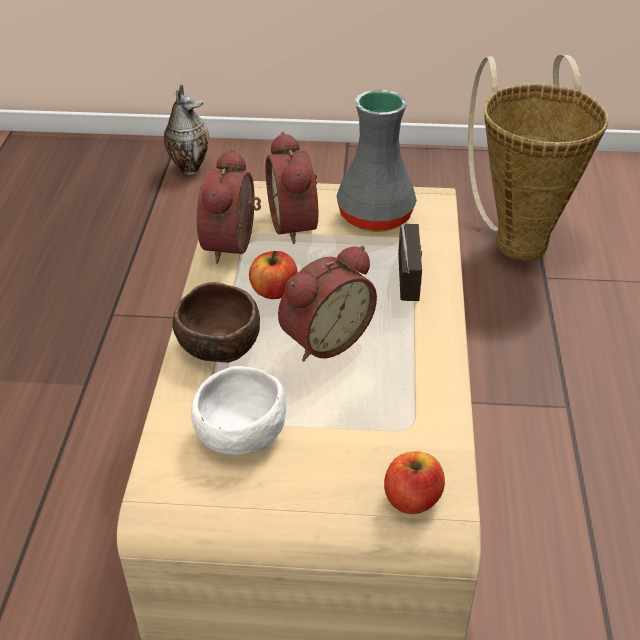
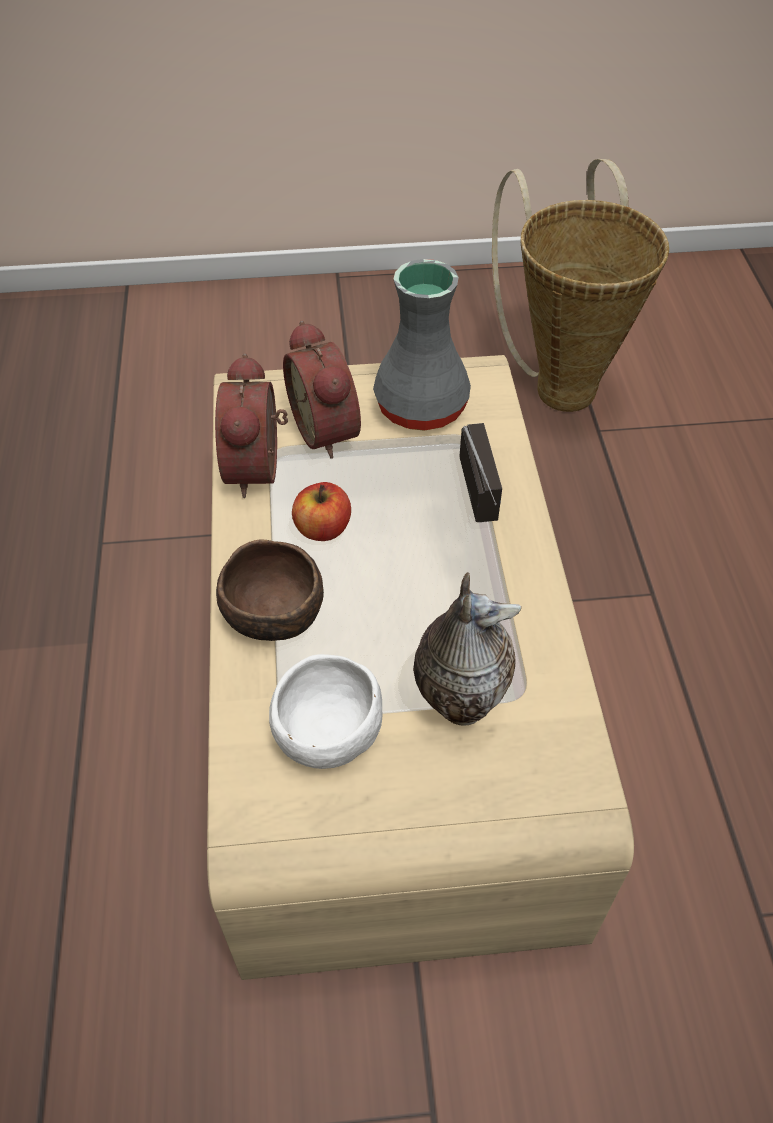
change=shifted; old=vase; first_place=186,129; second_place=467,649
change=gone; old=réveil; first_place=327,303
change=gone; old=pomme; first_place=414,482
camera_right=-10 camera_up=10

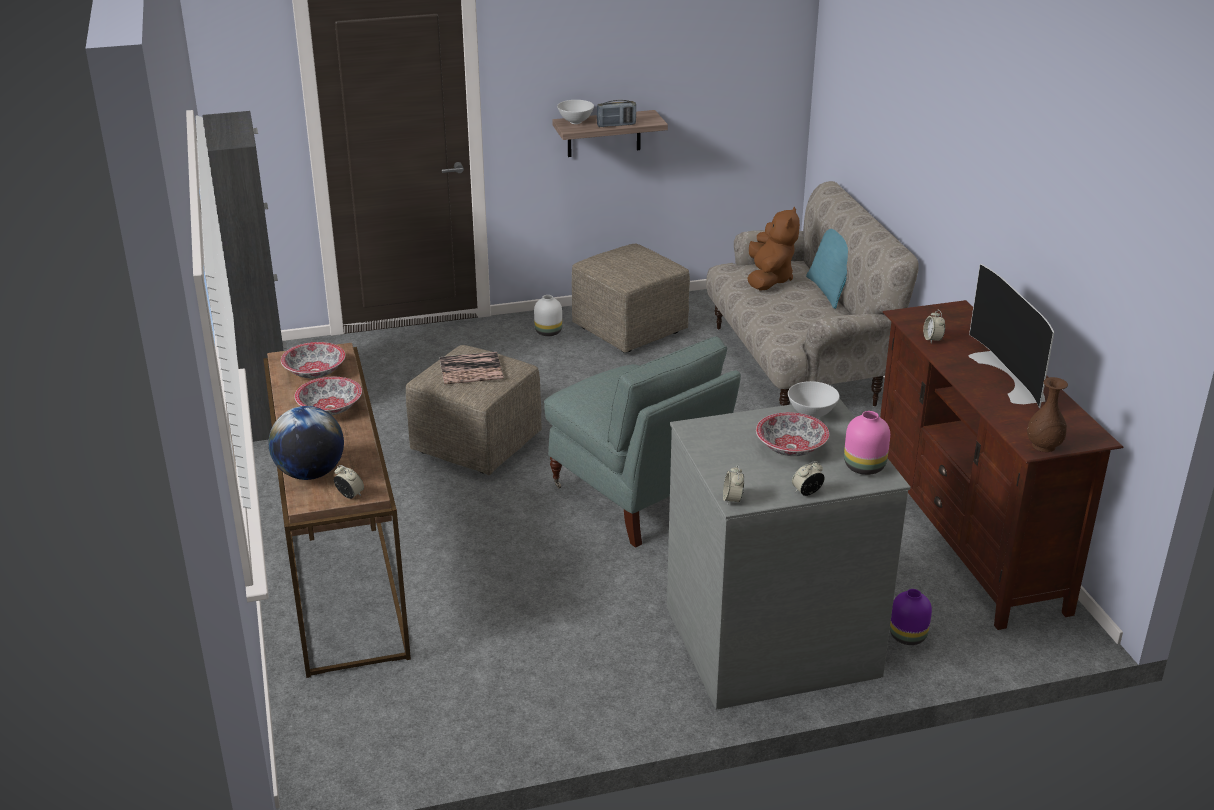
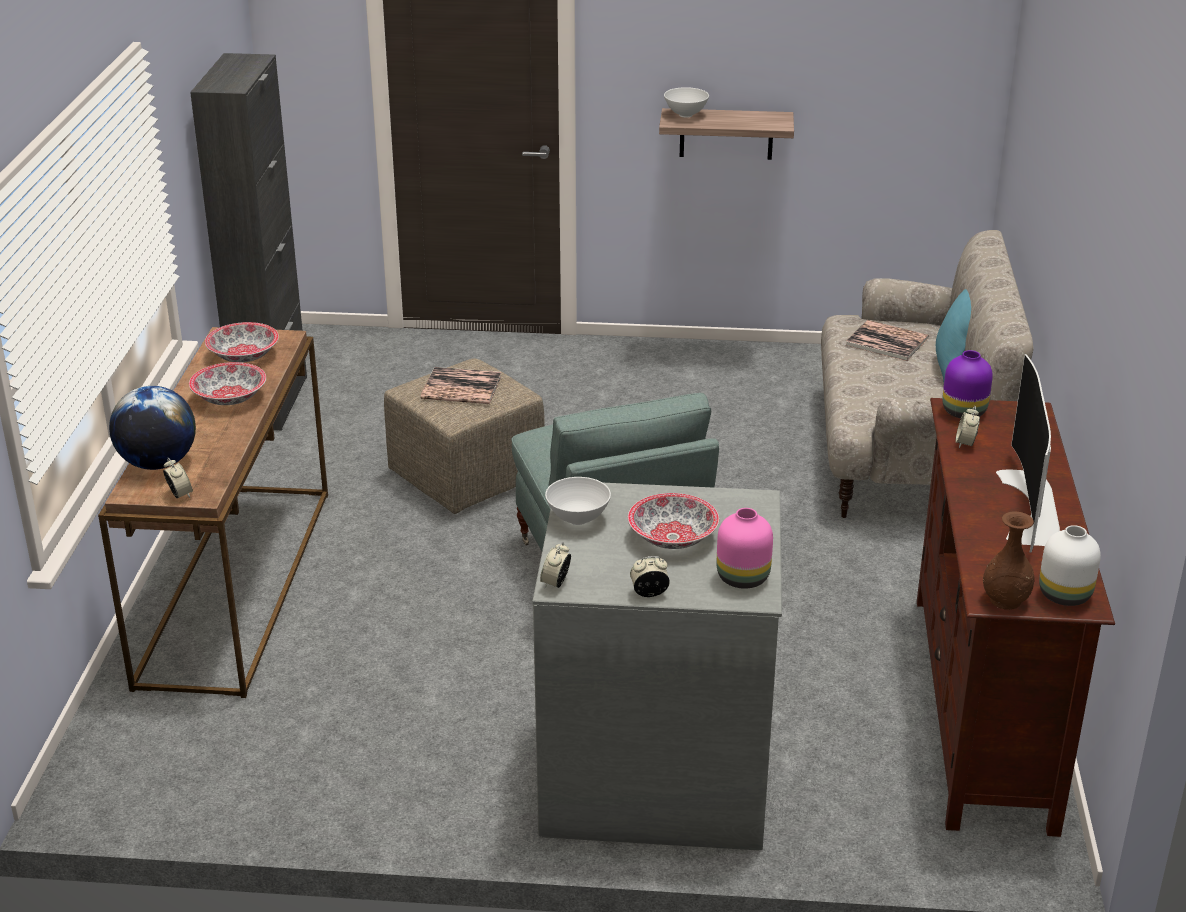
change=gone; old=radio; first_place=616,113
change=swapped; old=peluche [marron]; new=livre; first_place=773,249; second_place=887,340
change=gone; old=pouf [beige]; first_place=631,298
change=shifted; old=vase [blanc]; first_place=548,315; second_place=1070,565
change=shifted; old=bol [blanc]; first_place=814,399; second_place=578,501
change=shifted; old=vase [violet]; first_place=911,617; second_place=967,384
camera_right=20 camera_up=0

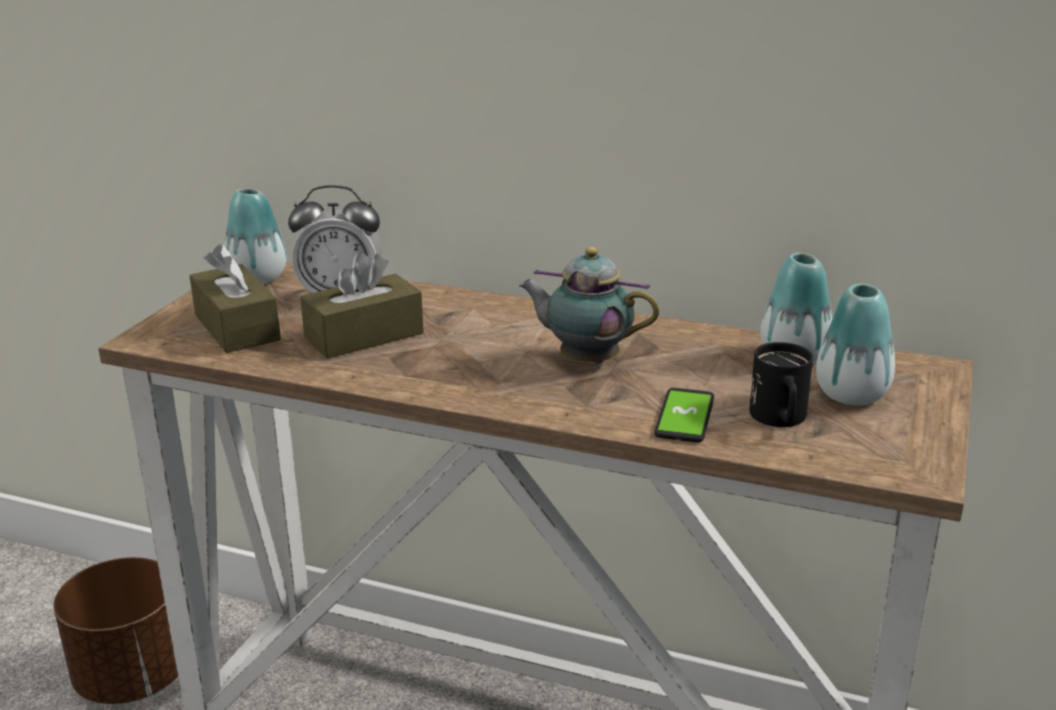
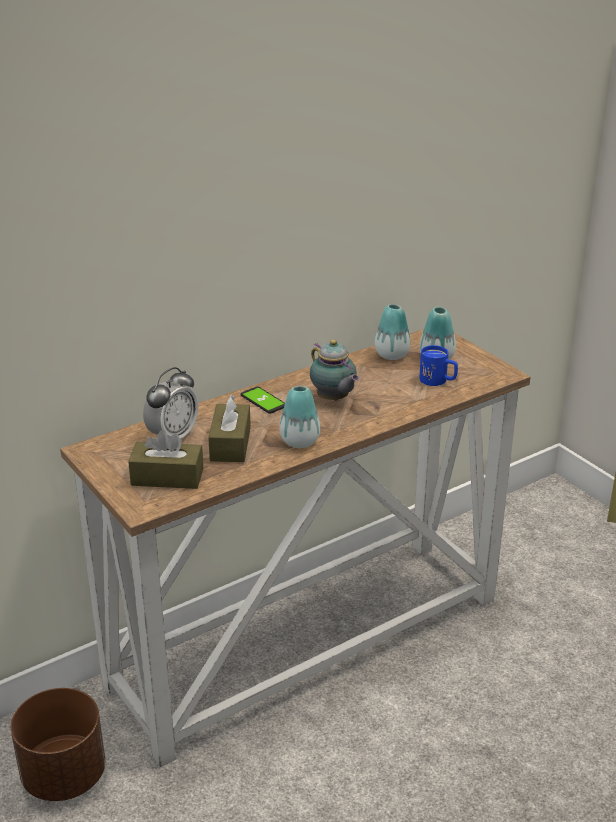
change=shifted; old=vase; first_place=255,236; second_place=299,417
change=rotated; old=théière; first_place=588,305; second_place=334,370; degrees=-90
change=repainted; old=mug [noir]; new=mug [bleu]; first_place=781,384; second_place=438,365
change=shifted; old=téléphone; first_place=684,415; second_place=262,400
camera_right=-55 camera_up=5

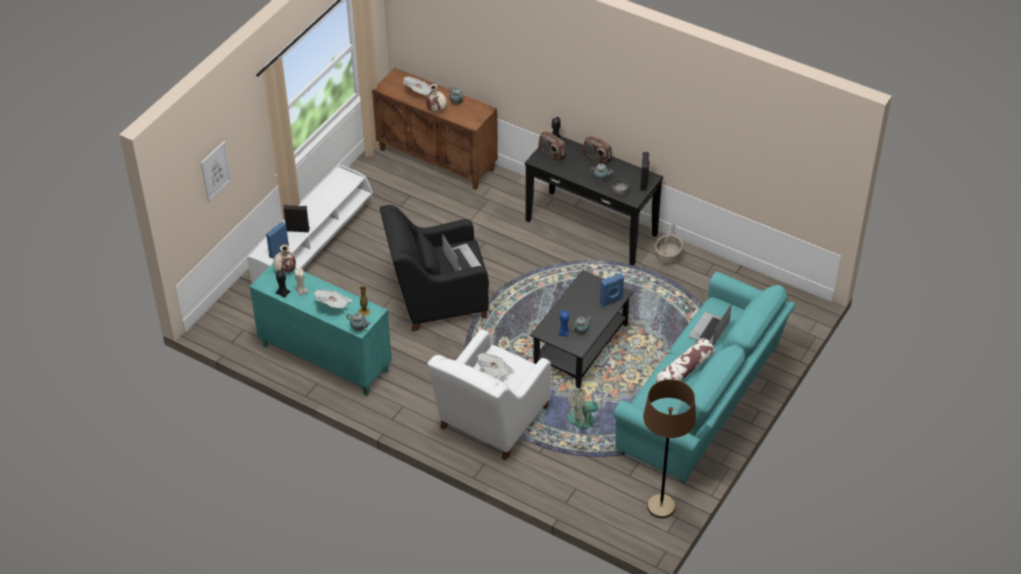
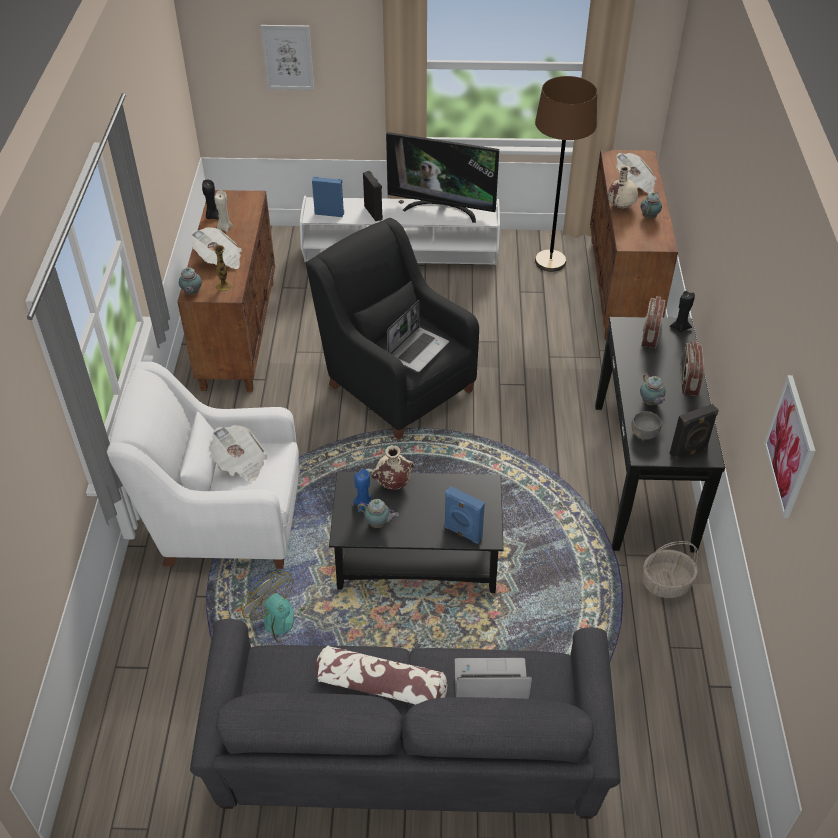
change=shifted; old=vase [beige]; first_place=284,259; second_place=393,467
change=repainted; old=meuble de rangement [turquoise]; new=meuble de rangement [marron]; first_place=321,329; second_place=226,291
change=repainted; old=canapé [turquoise]; new=canapé [gris]; first_place=704,378; second_place=405,719
change=shifted; old=lampadaire [marron]; first_place=669,448; second_place=566,174
change=new; new=téléviseur; second_place=442,177
change=new; new=tableau; second_place=790,446
camera_right=60 camera_up=0

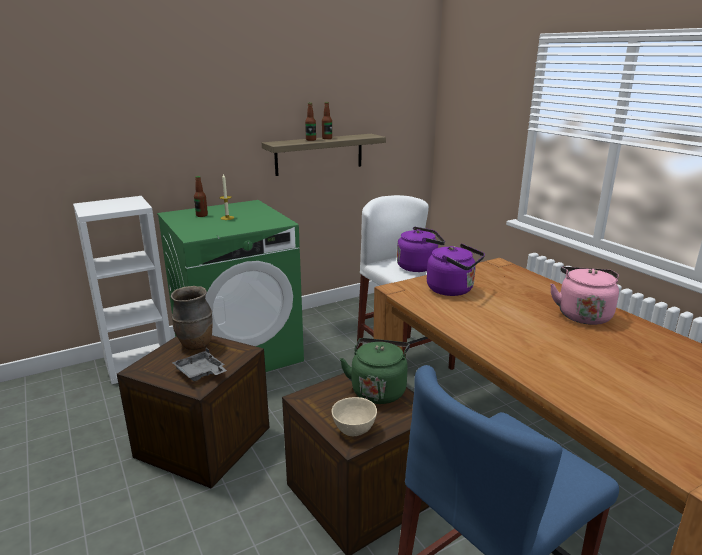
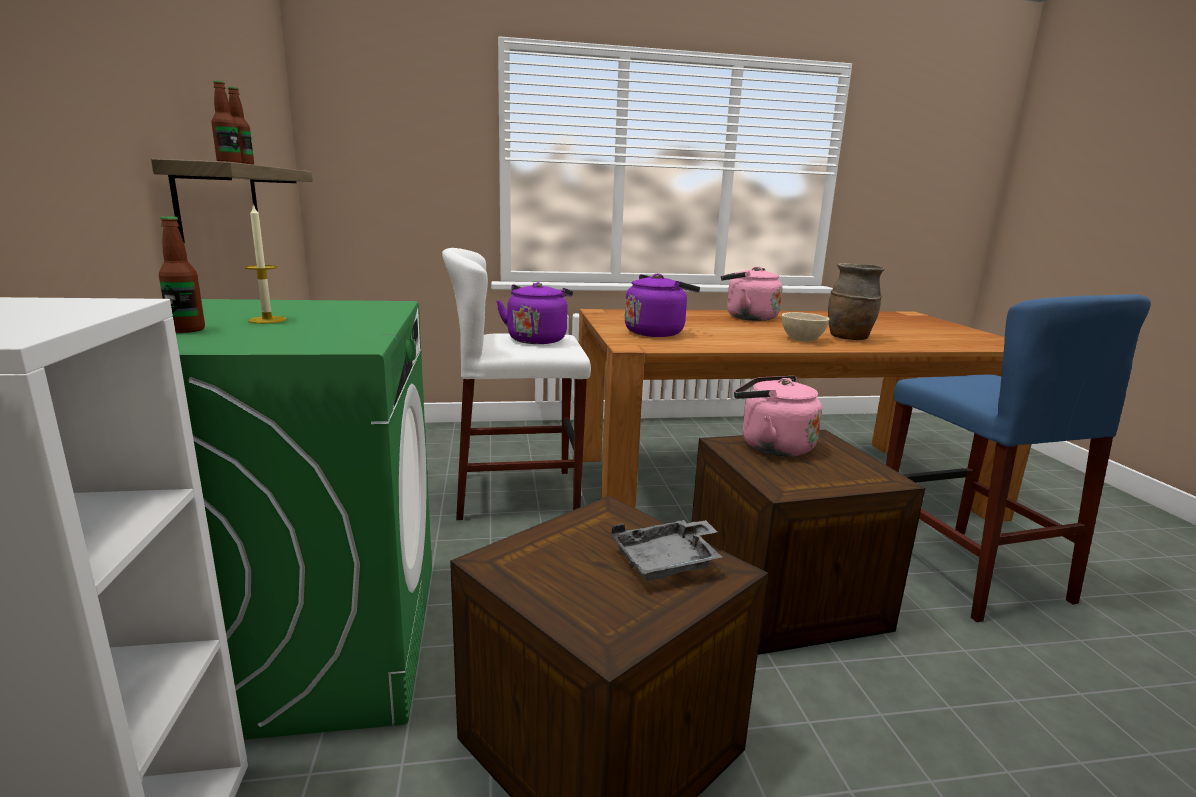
change=shifted; old=vase [marron]; first_place=192,318; second_place=856,301
change=repainted; old=bouilloire [vert]; new=bouilloire [rose]; first_place=375,371; second_place=778,416
change=shifted; old=bol [beige]; first_place=354,416; second_place=805,327
camera_right=-70 camera_up=-5

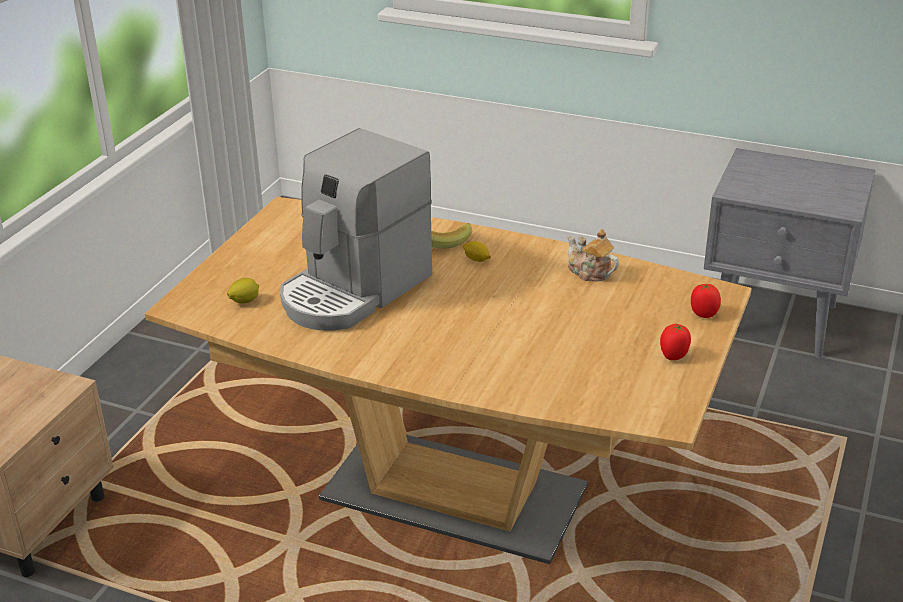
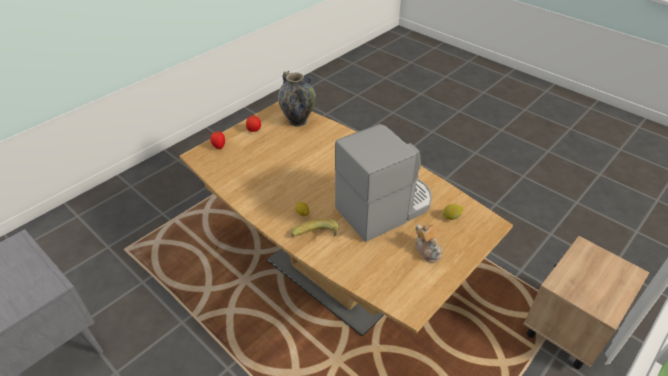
change=shifted; old=théière; first_place=593,255; second_place=429,244
change=new; new=vase; second_place=297,99
camera_right=-160 camera_up=10

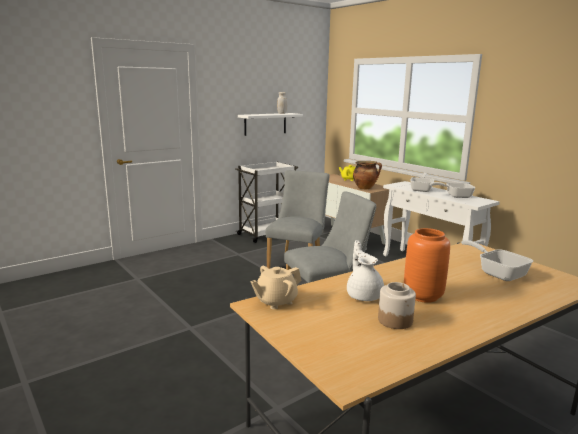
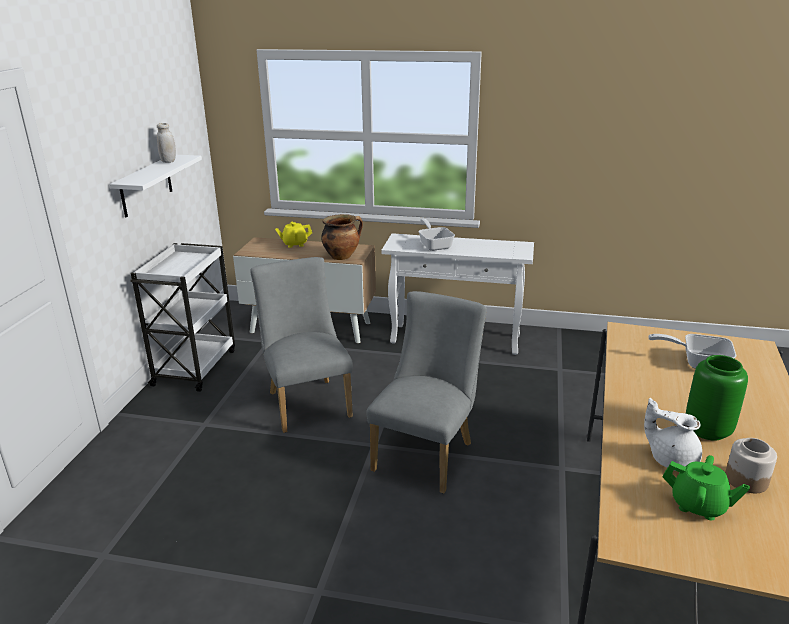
change=gone; old=poêle; first_place=453,190
change=repainted; old=vase [orange]; new=vase [vert]; first_place=427,265; second_place=717,398
change=gone; old=théière [beige]; first_place=276,287
change=new; new=théière [vert]; second_place=706,488
camera_right=-40 camera_up=10

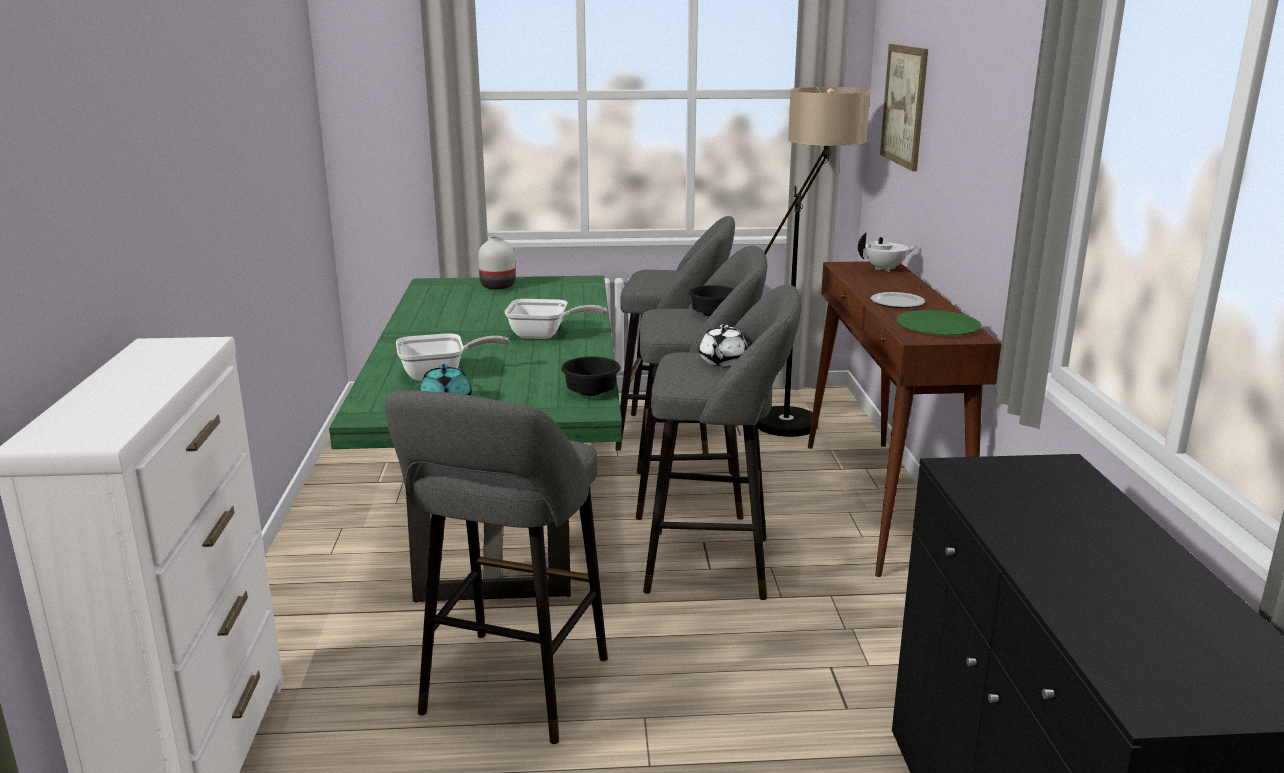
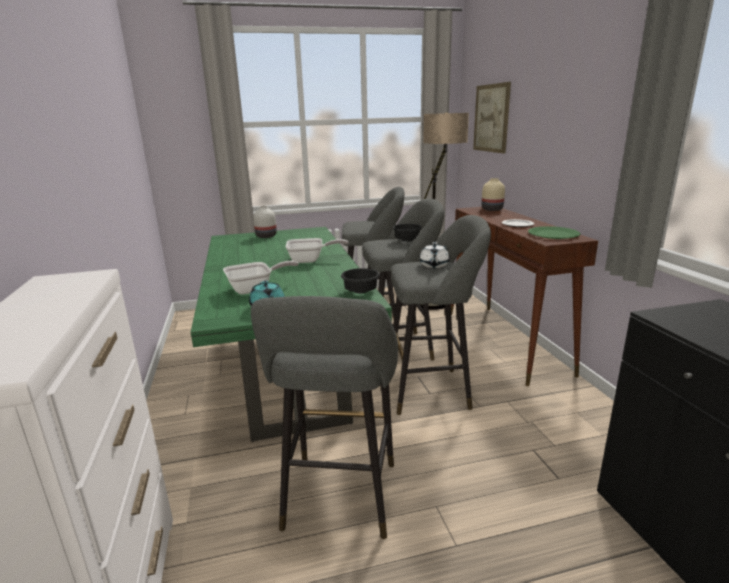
change=swapped; old=théière [blanc]; new=vase [beige]; first_place=888,252; second_place=493,194
camera_right=-10 camera_up=0

